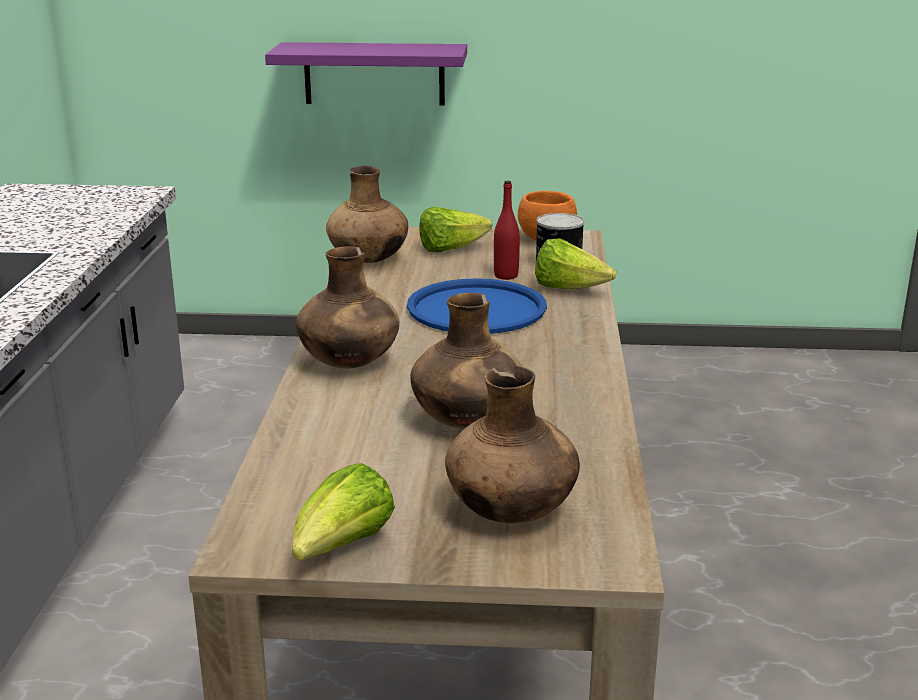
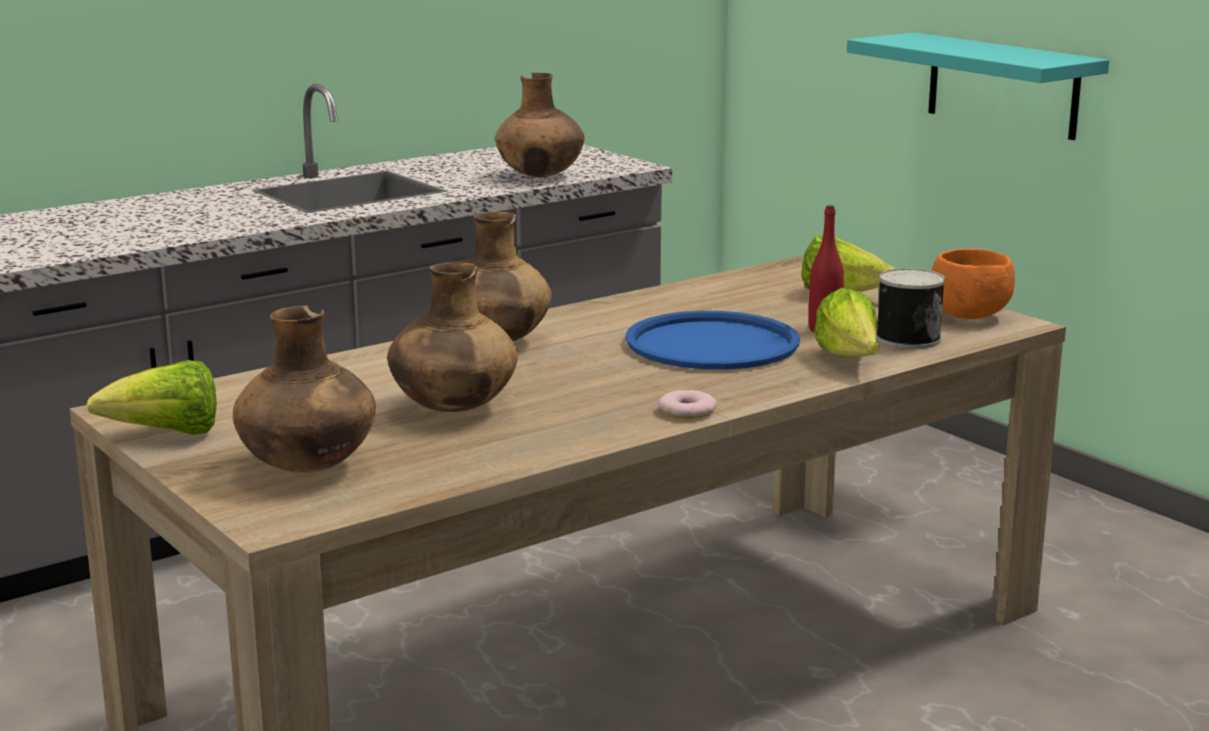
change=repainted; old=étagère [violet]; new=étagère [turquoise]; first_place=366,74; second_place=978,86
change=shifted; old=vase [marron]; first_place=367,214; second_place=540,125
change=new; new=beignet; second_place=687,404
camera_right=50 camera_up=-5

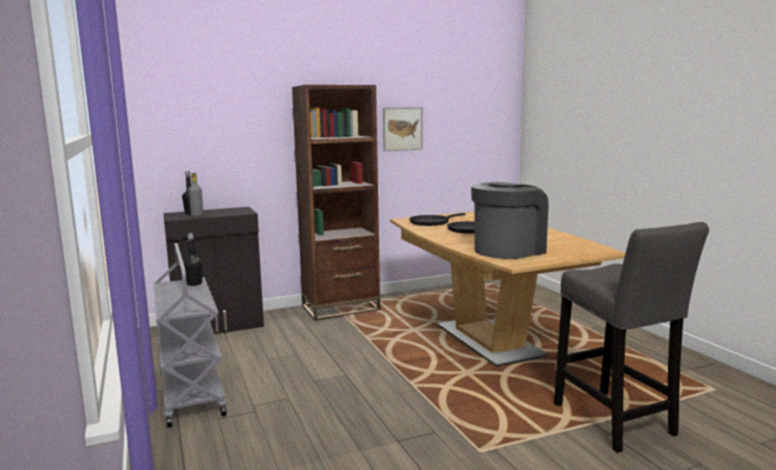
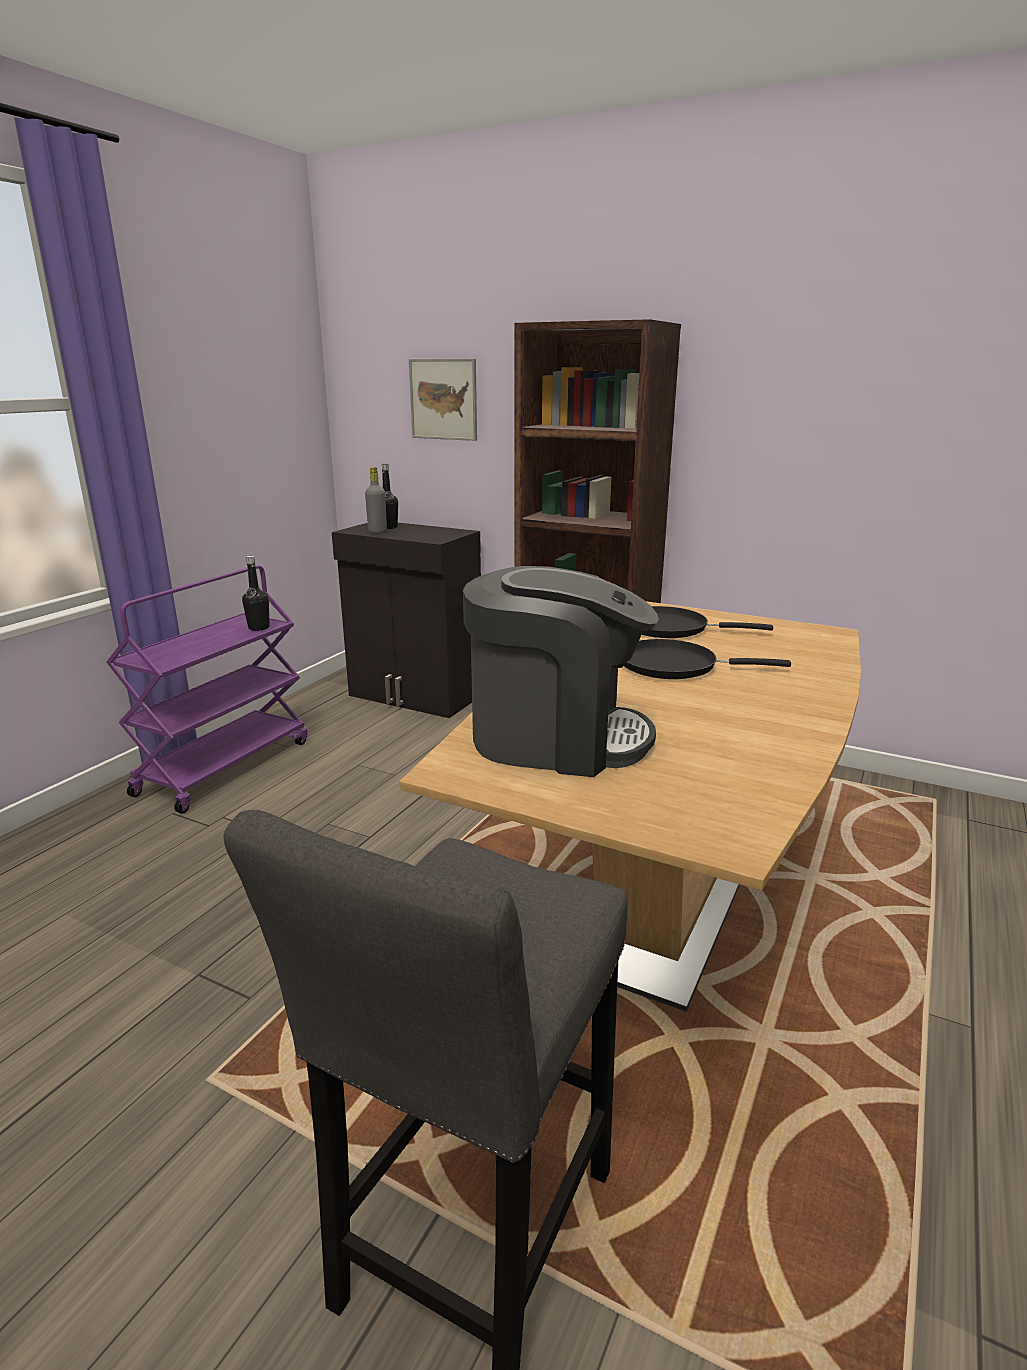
change=shifted; old=tableau; first_place=403,129; second_place=443,400
change=repainted; old=chariot [gris]; new=chariot [violet]; first_place=190,335; second_place=207,689
camera_right=50 camera_up=10

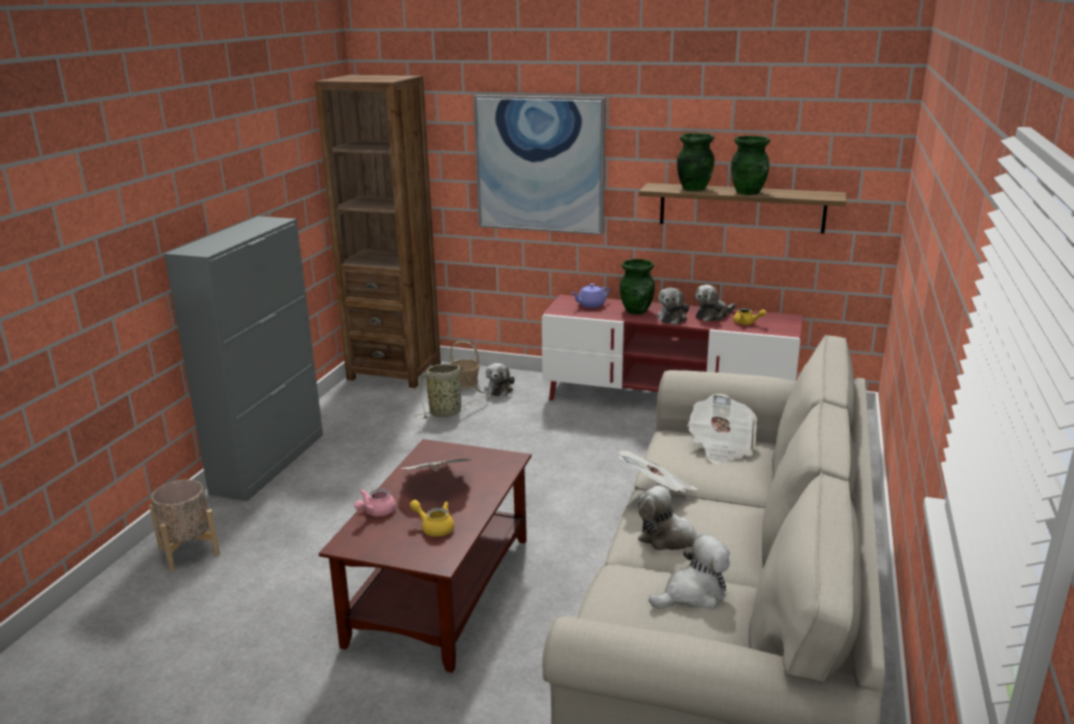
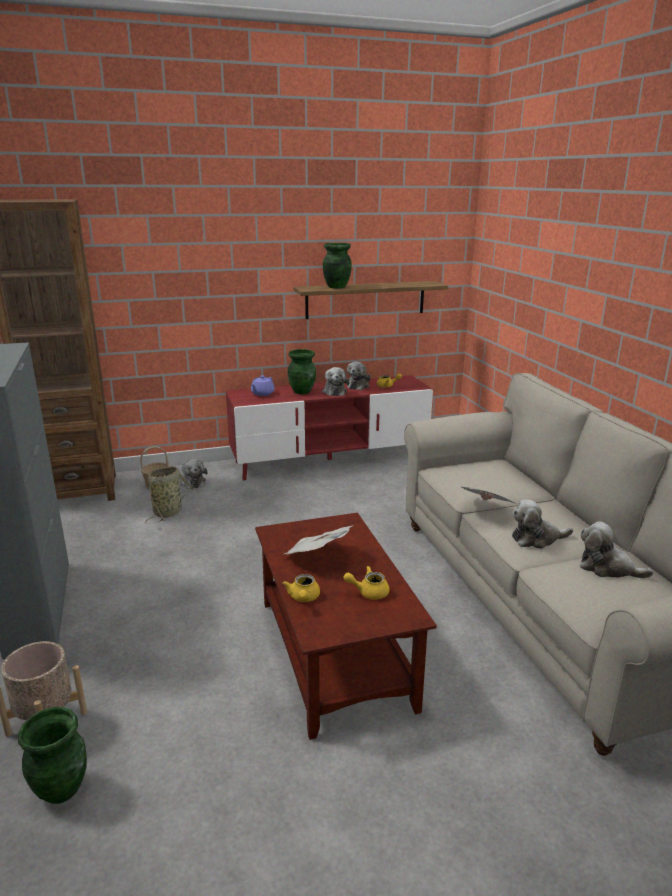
change=gone; old=tableau; first_place=539,165
change=shifted; old=vase [vert]; first_place=750,165; second_place=52,755
change=gone; old=journal; first_place=722,429
change=repainted; old=théière [rose]; new=théière [jaune]; first_place=375,502; second_place=301,588
change=rotated; old=peluche; first_place=689,571; second_place=617,549; degrees=-90
camera_right=-35 camera_up=0

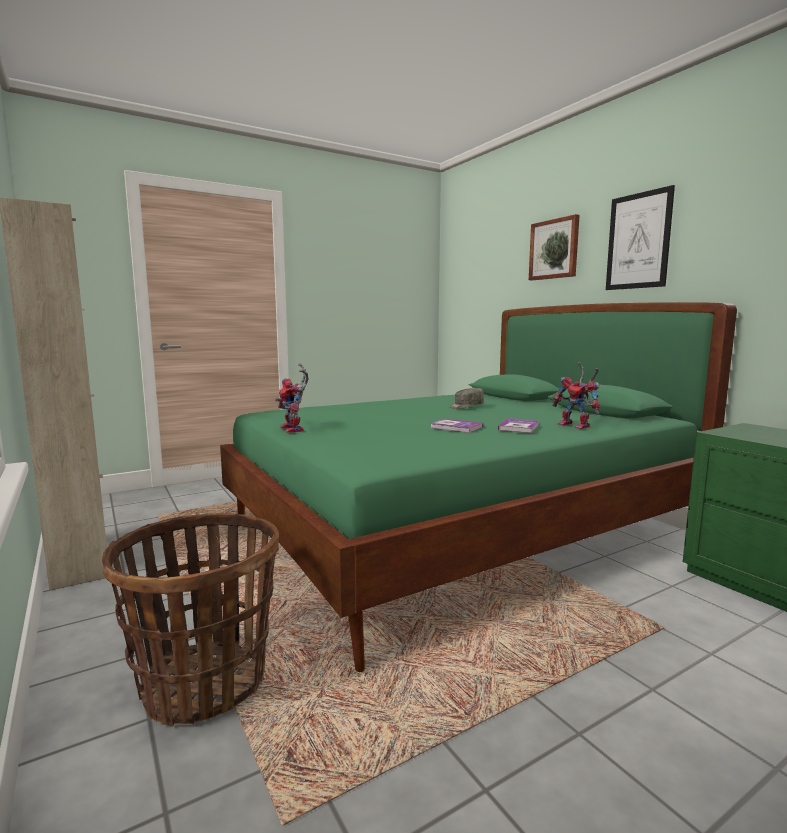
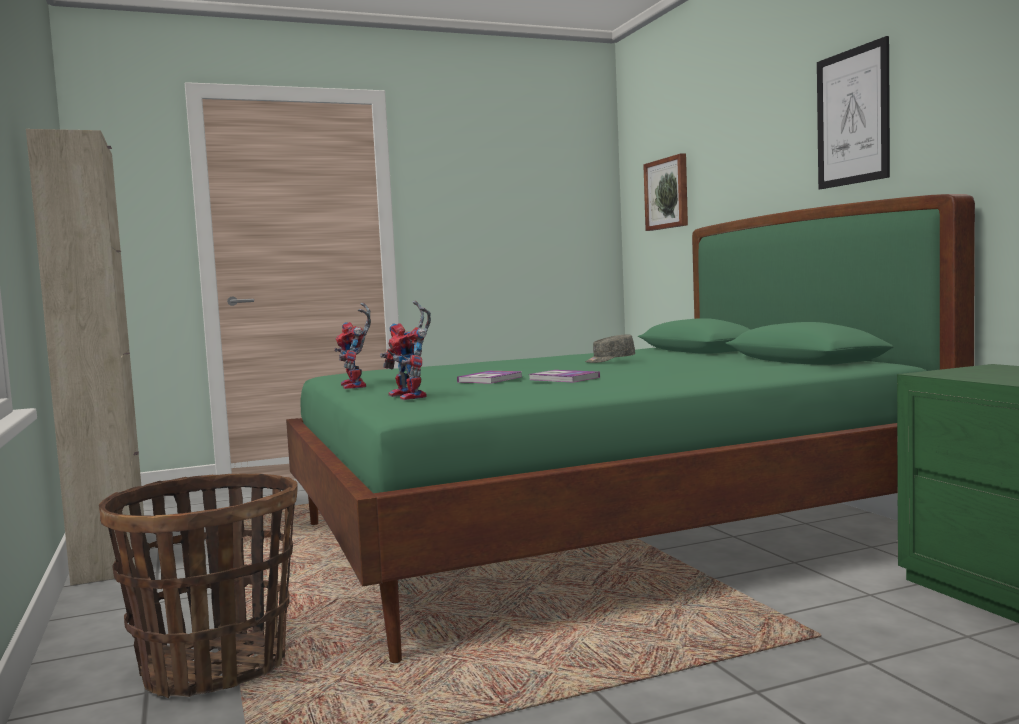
change=shifted; old=tableau; first_place=554,247; second_place=665,192
change=shifted; old=robot jouet; first_place=576,395; second_place=405,350
change=shifted; old=livre; first_place=518,426; second_place=489,377
camera_right=10 camera_up=-5

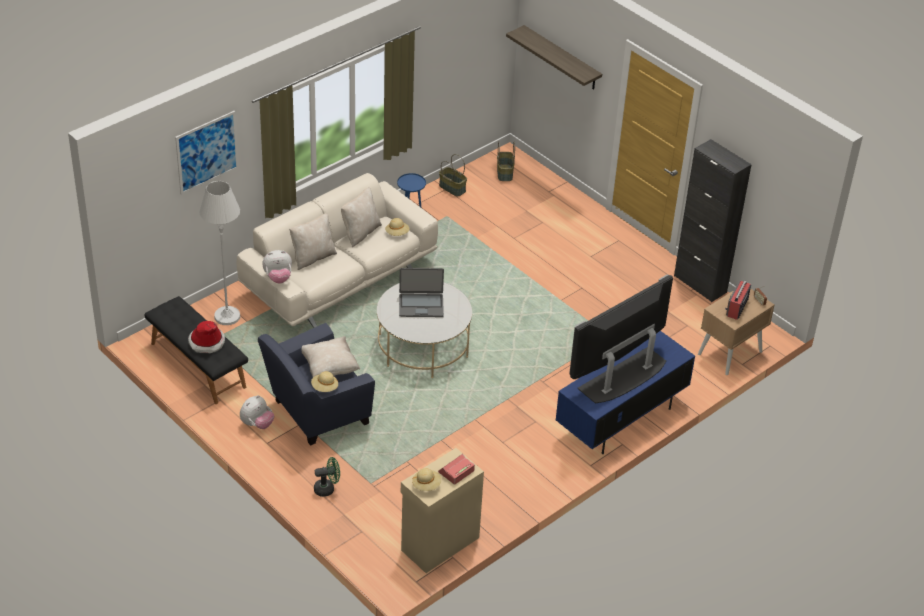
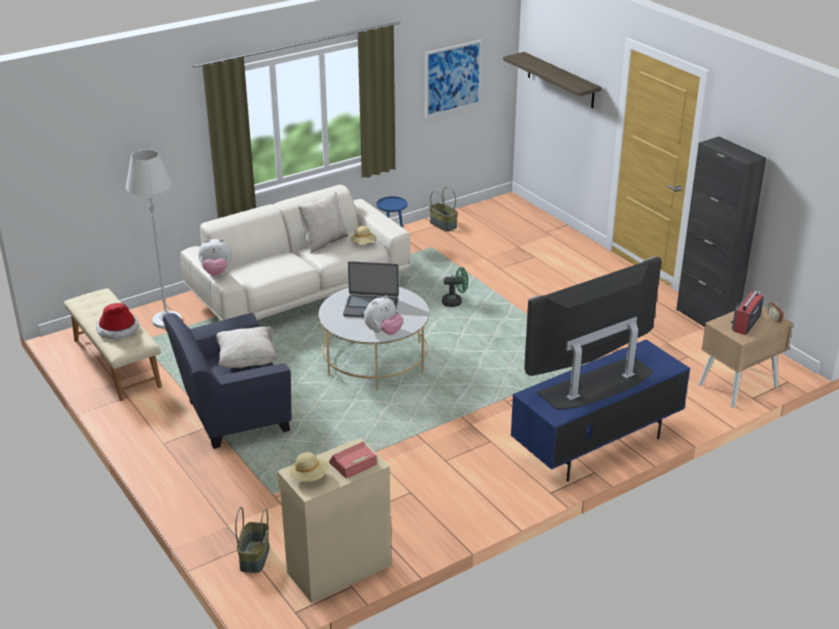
change=shifted; old=tableau; first_place=207,153; second_place=453,79
change=shifted; old=panier; first_place=506,161; second_place=252,540
change=gone; old=coussin [beige]; first_place=313,241
change=repainted; old=banc [noir]; new=banc [beige]; first_place=196,350; second_place=113,344
change=gone; old=chapeau [beige]; first_place=324,381
change=shifted; old=peluche; first_place=257,412; second_place=384,315
change=shifted; old=ventilateur [vert]; first_place=327,477; second_place=455,287
camera_right=10 camera_up=-10

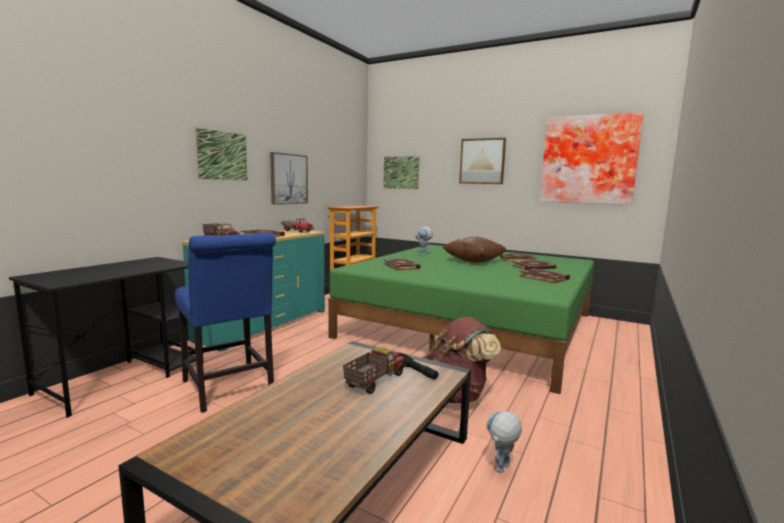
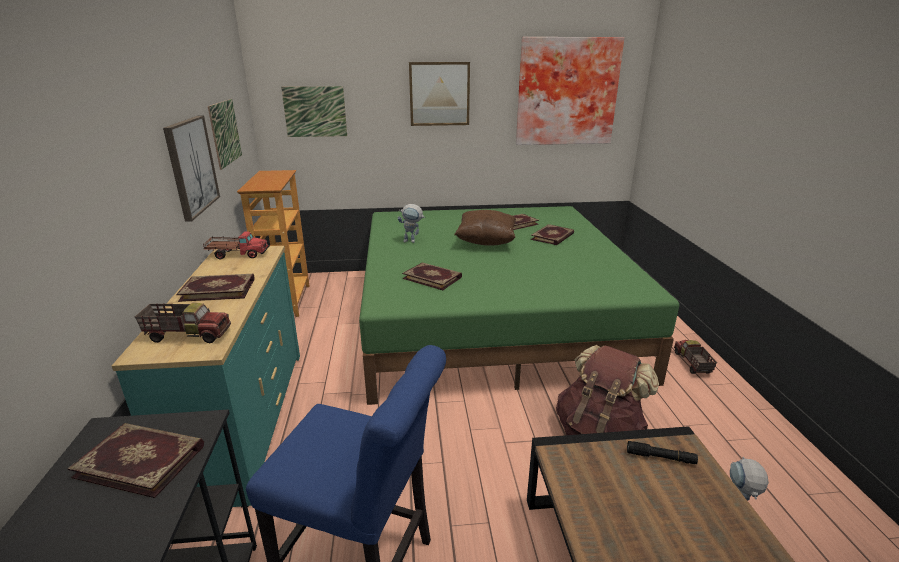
change=shifted; old=tableau; first_place=221,154; second_place=225,134
change=shifted; old=livre; first_place=544,276; second_place=135,460
change=shifted; old=camion jouet; first_place=374,370; second_place=695,357
camera_right=-35 camera_up=15

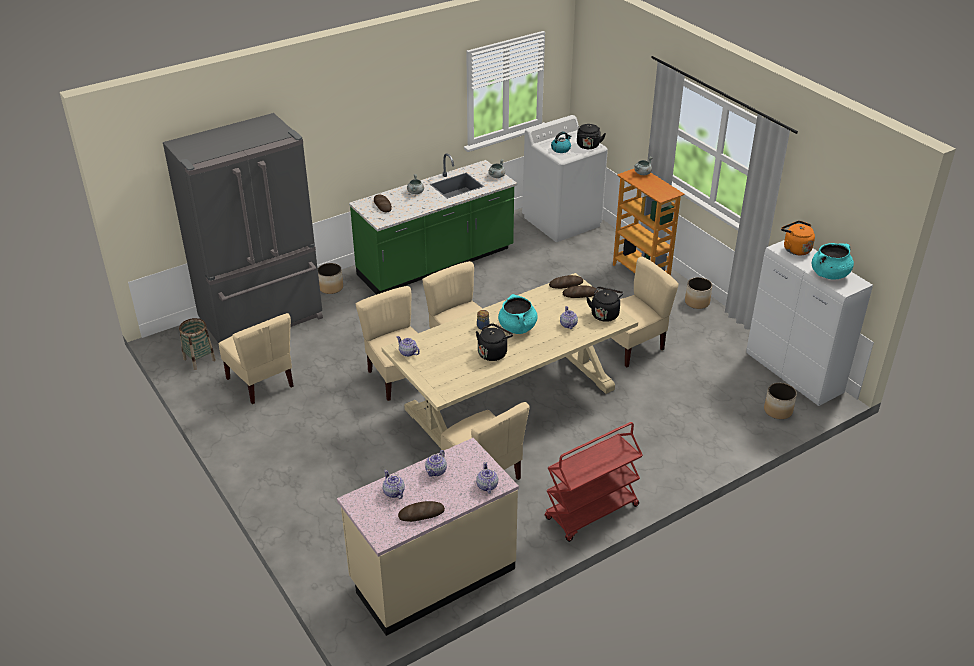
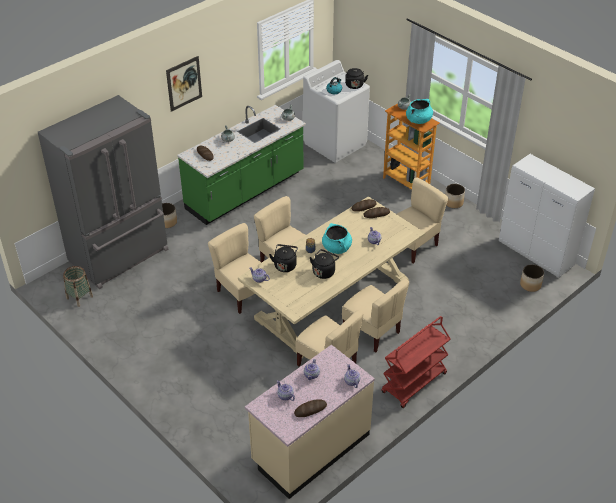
change=gone; old=bouilloire [orange]; first_place=798,238
change=shifted; old=marmite [turquoise]; first_place=833,261; second_place=419,111
change=shifted; old=bouilloire [noir]; first_place=604,304; second_place=283,258
change=shifted; old=chaise [beige]; first_place=256,358; second_place=375,316
change=new; new=tableau; second_place=184,84
camera_right=-10 camera_up=5

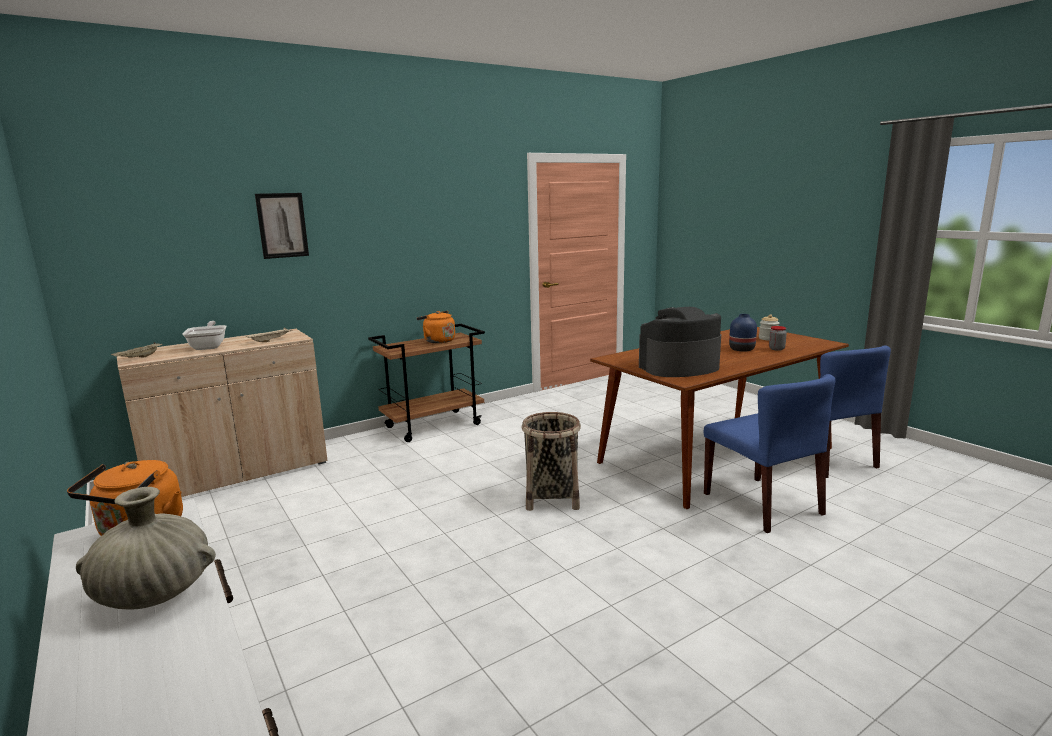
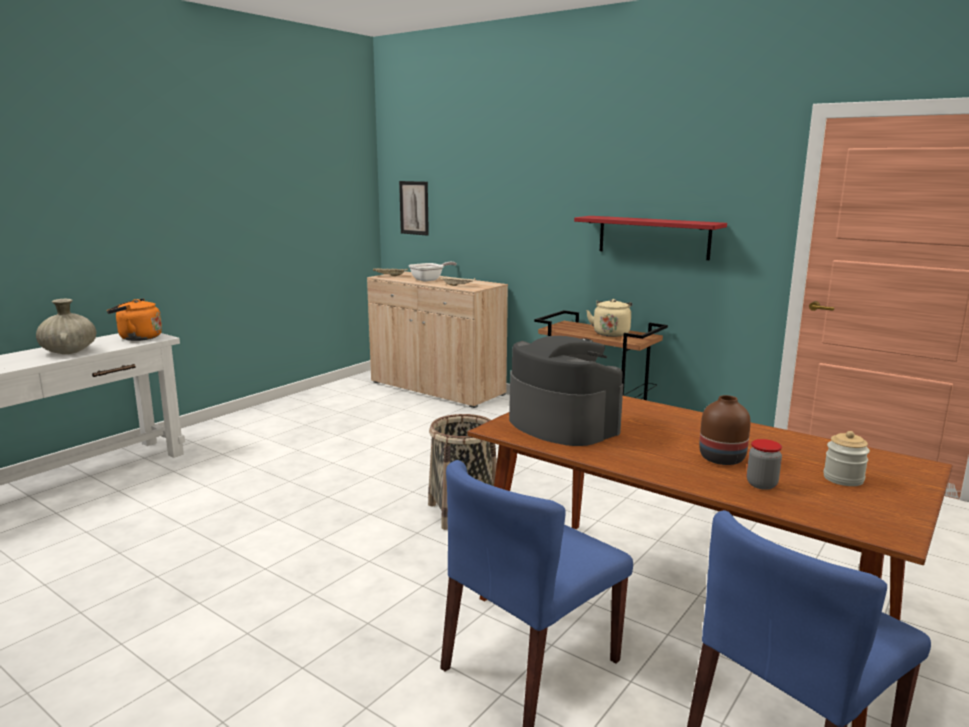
change=shifted; old=tableau; first_place=282,226; second_place=414,208
change=repainted; old=bouilloire [orange]; new=bouilloire [beige]; first_place=435,327; second_place=609,318
change=repainted; old=vase [bleu]; new=vase [marron]; first_place=743,333; second_place=725,430
change=new; new=étagère [rouge]; second_place=650,238
camera_right=70 camera_up=0

